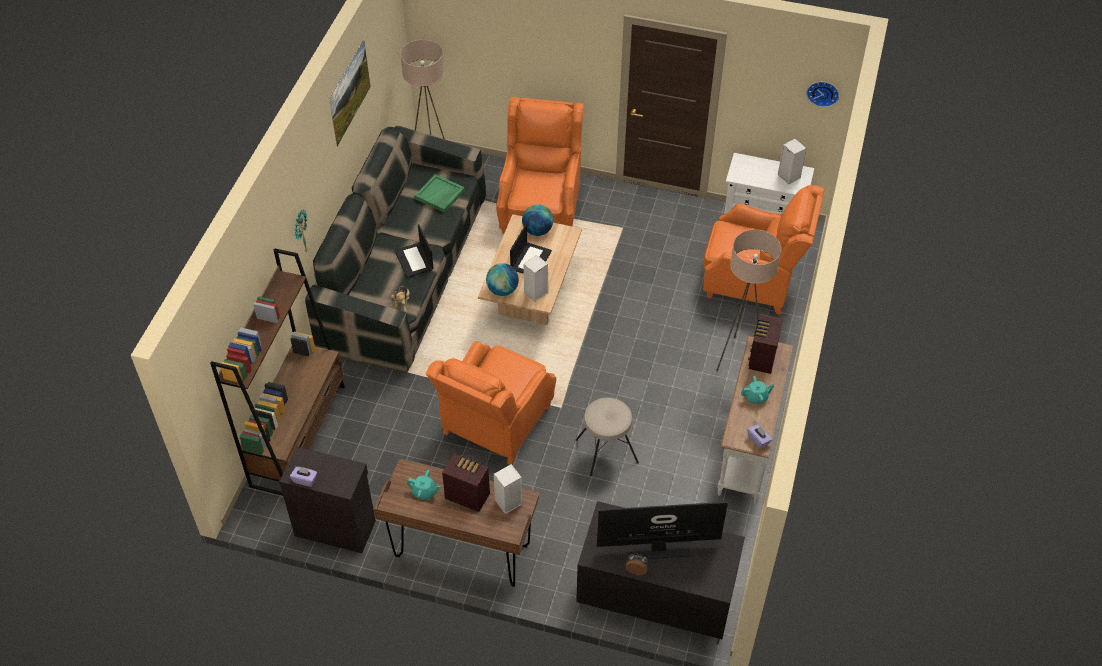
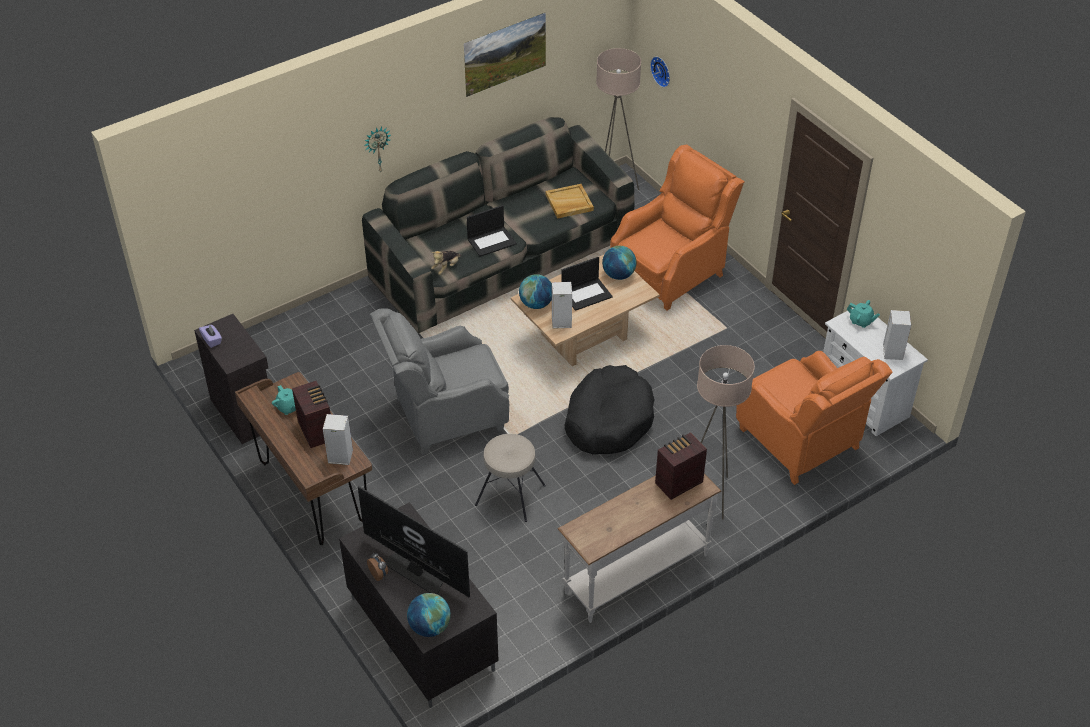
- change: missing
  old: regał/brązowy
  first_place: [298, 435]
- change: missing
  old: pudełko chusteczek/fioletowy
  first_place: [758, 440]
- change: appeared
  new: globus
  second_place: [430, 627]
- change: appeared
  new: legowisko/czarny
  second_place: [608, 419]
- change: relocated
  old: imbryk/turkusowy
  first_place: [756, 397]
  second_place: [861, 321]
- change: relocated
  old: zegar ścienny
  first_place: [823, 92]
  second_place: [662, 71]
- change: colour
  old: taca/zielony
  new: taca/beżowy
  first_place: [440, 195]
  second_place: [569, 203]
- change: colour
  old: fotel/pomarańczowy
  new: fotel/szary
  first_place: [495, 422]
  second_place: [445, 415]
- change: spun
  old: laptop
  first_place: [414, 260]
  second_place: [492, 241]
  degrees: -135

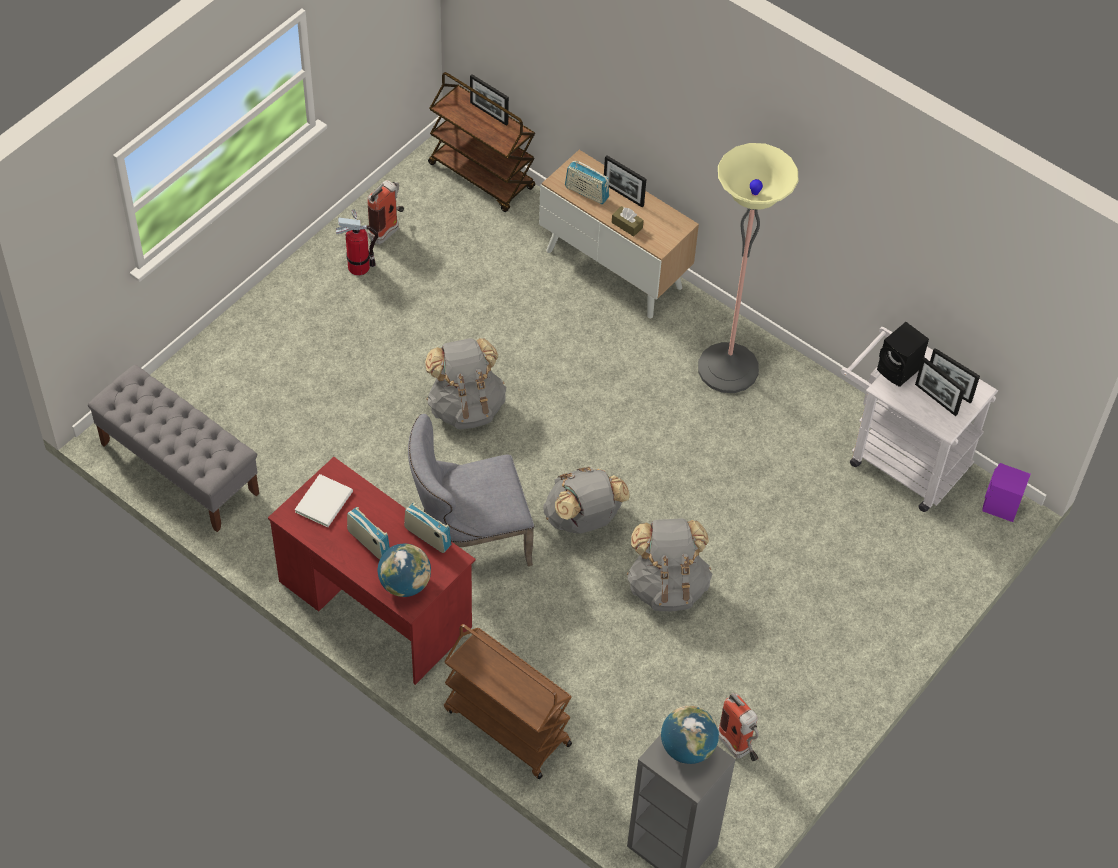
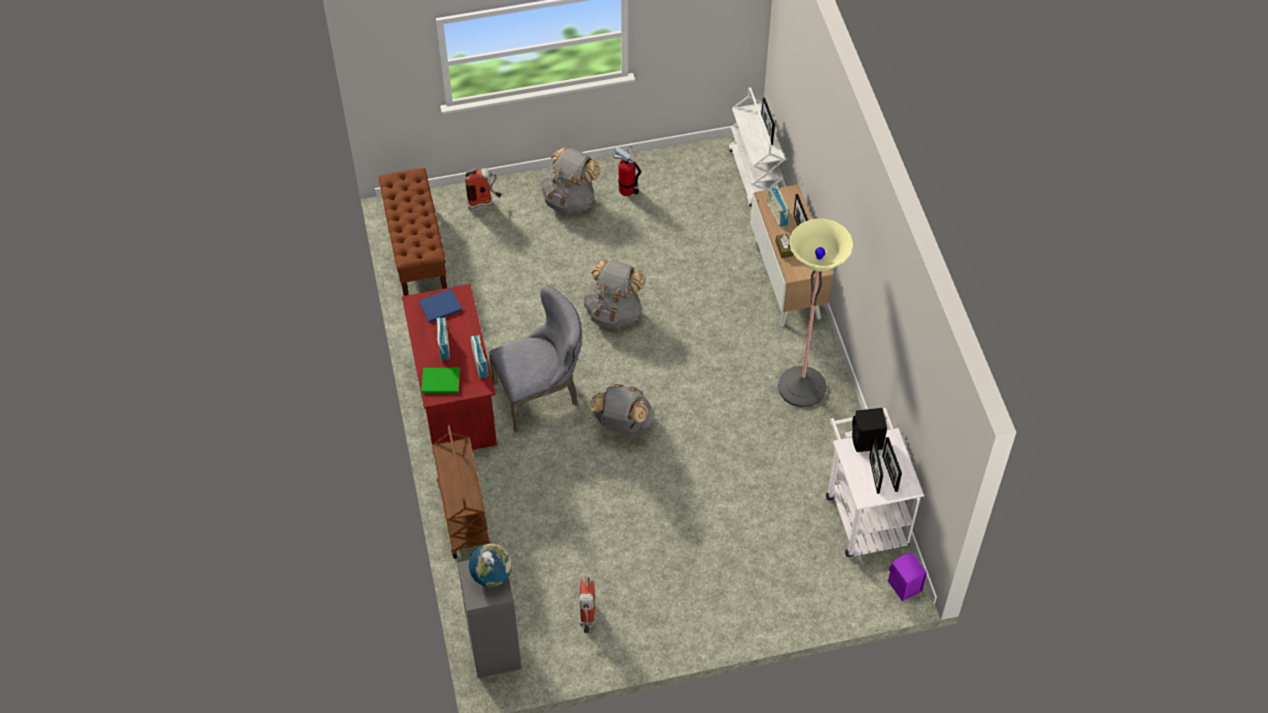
- change: relocated
  old: gaśnica
  first_place: [388, 230]
  second_place: [485, 205]
- change: relocated
  old: plecak/szary
  first_place: [667, 586]
  second_place: [570, 199]
- change: exchanged
  old: globus
  new: książka/zielony
  first_place: [405, 584]
  second_place: [441, 382]
- change: colour
  old: ławka/szary
  new: ławka/brązowy
  first_place: [179, 468]
  second_place: [416, 249]
- change: colour
  old: książka/biały
  new: książka/niebieski
  first_place: [326, 501]
  second_place: [442, 307]
- change: colour
  old: wózek/brązowy
  new: wózek/biały
  first_place: [482, 176]
  second_place: [755, 176]
- change: spun
  old: krzesło/szary
  first_place: [468, 541]
  second_place: [541, 393]
  degrees: 135

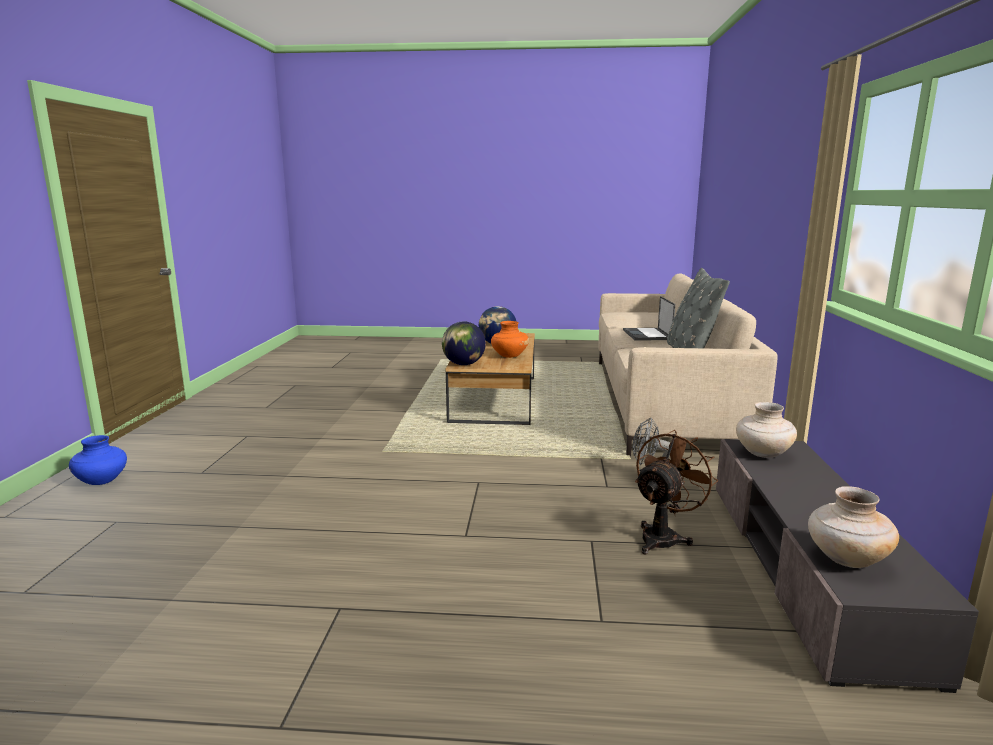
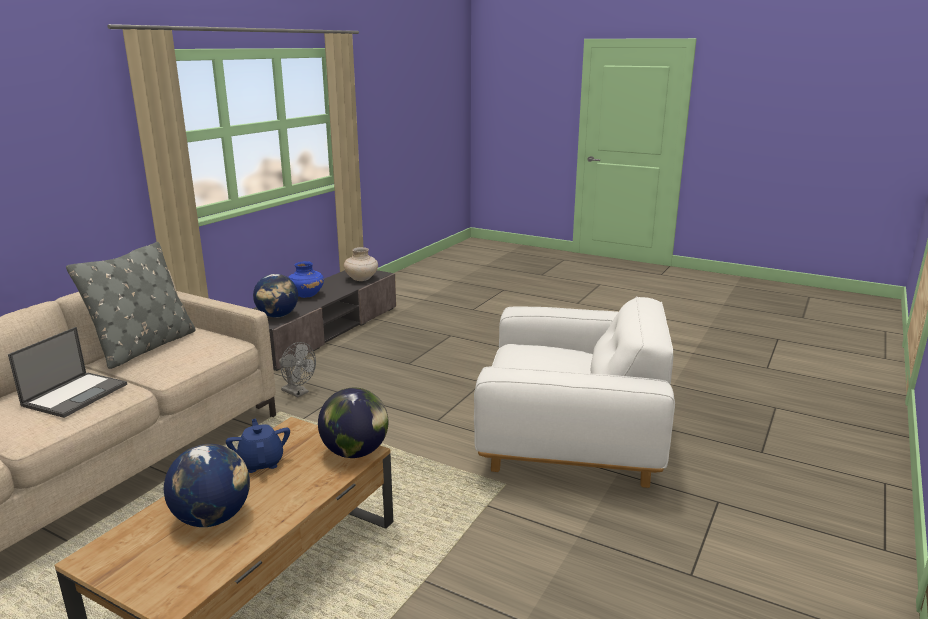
- change: missing
  old: wentylator/brązowy
  first_place: [664, 537]
- change: appeared
  new: fotel/biały
  second_place: [570, 439]
- change: relocated
  old: wazon/niebieski
  first_place: [102, 481]
  second_place: [306, 295]
- change: exchanged
  old: wazon/pomarańczowy
  new: imbryk/niebieski
  first_place: [509, 356]
  second_place: [261, 462]
- change: exchanged
  old: wazon/beżowy
  new: globus
  first_place: [763, 454]
  second_place: [278, 316]

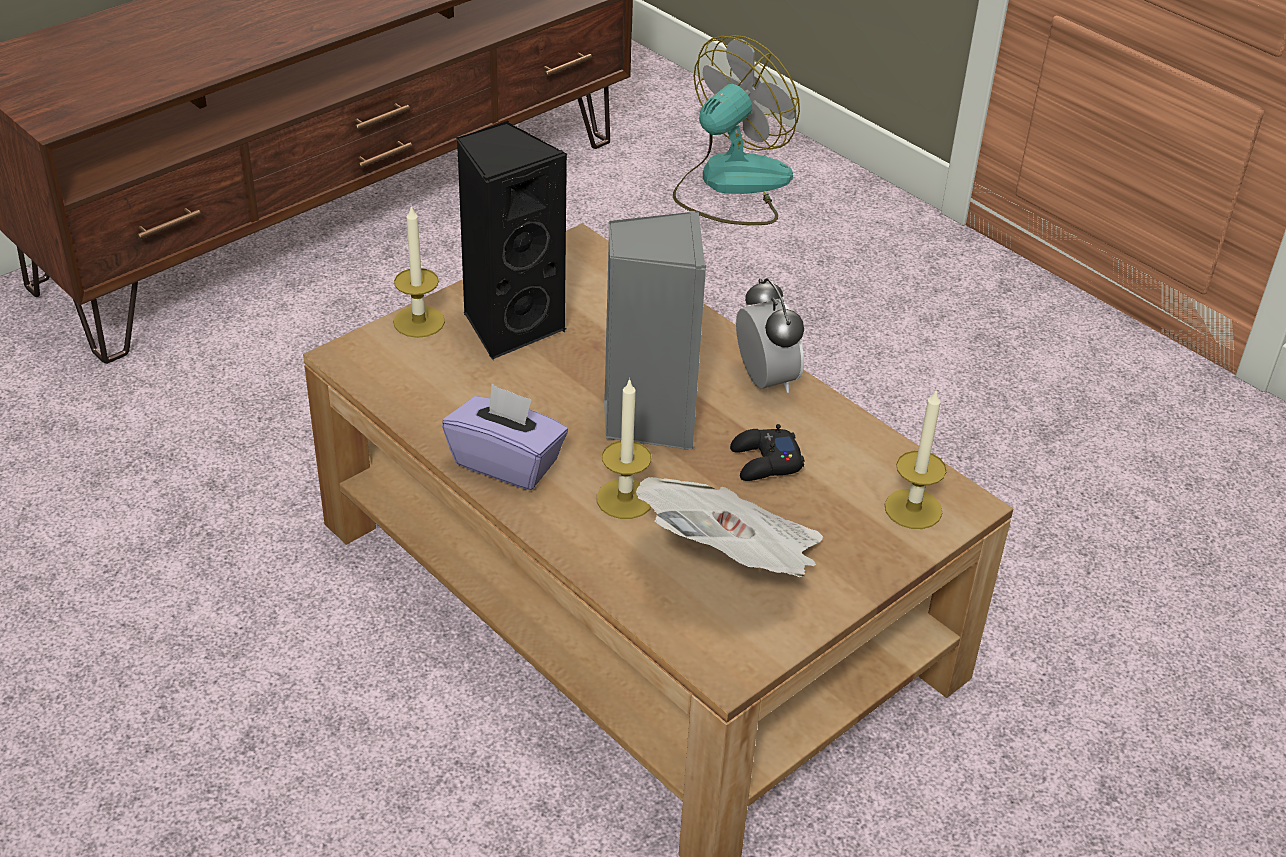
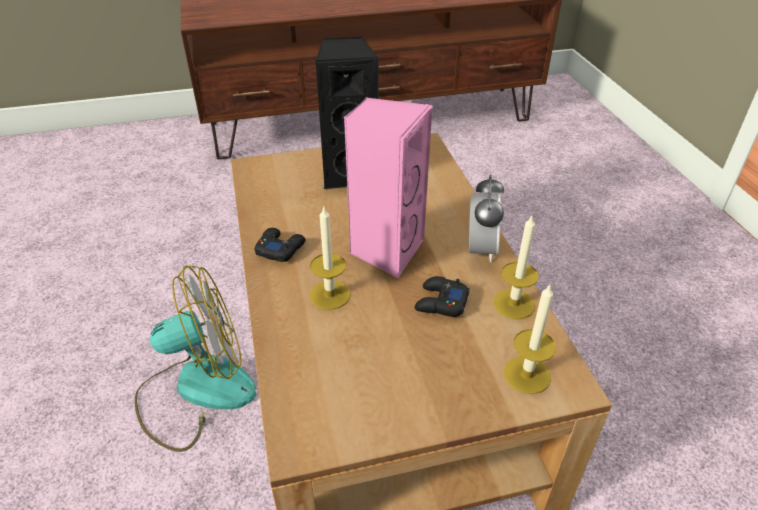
- change: missing
  old: gazeta
  first_place: [733, 561]
- change: relocated
  old: świeca
  first_place: [419, 321]
  second_place: [513, 304]
- change: relocated
  old: wentylator
  first_place: [731, 185]
  second_place: [196, 390]
- change: exchanged
  old: pudełko chusteczek/fioletowy
  new: pad do gier/czarny
  first_place: [507, 462]
  second_place: [280, 249]
- change: colour
  old: głośnik/szary
  new: głośnik/różowy
  first_place: [648, 419]
  second_place: [386, 250]

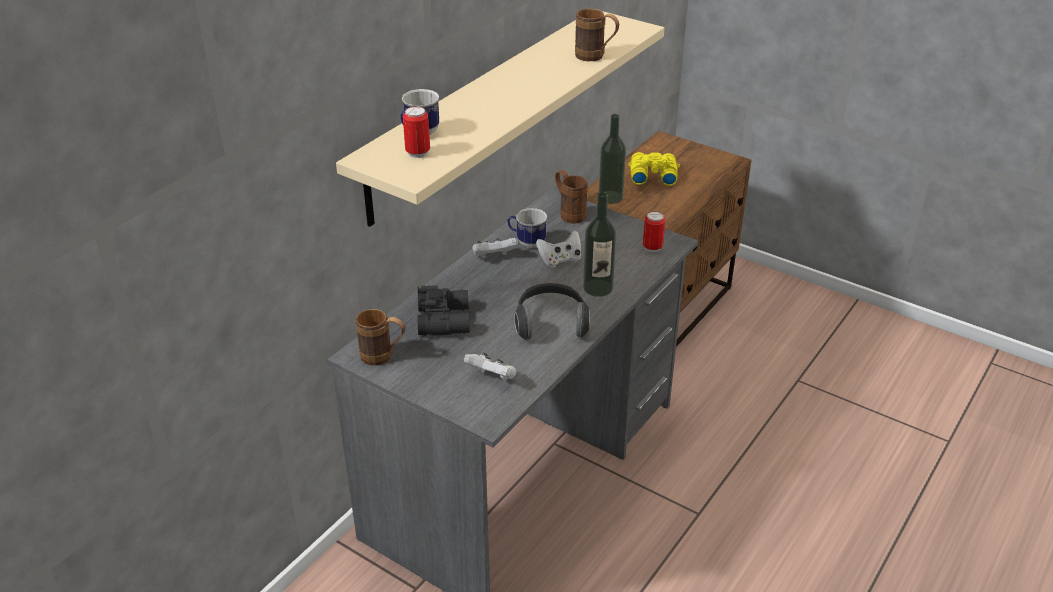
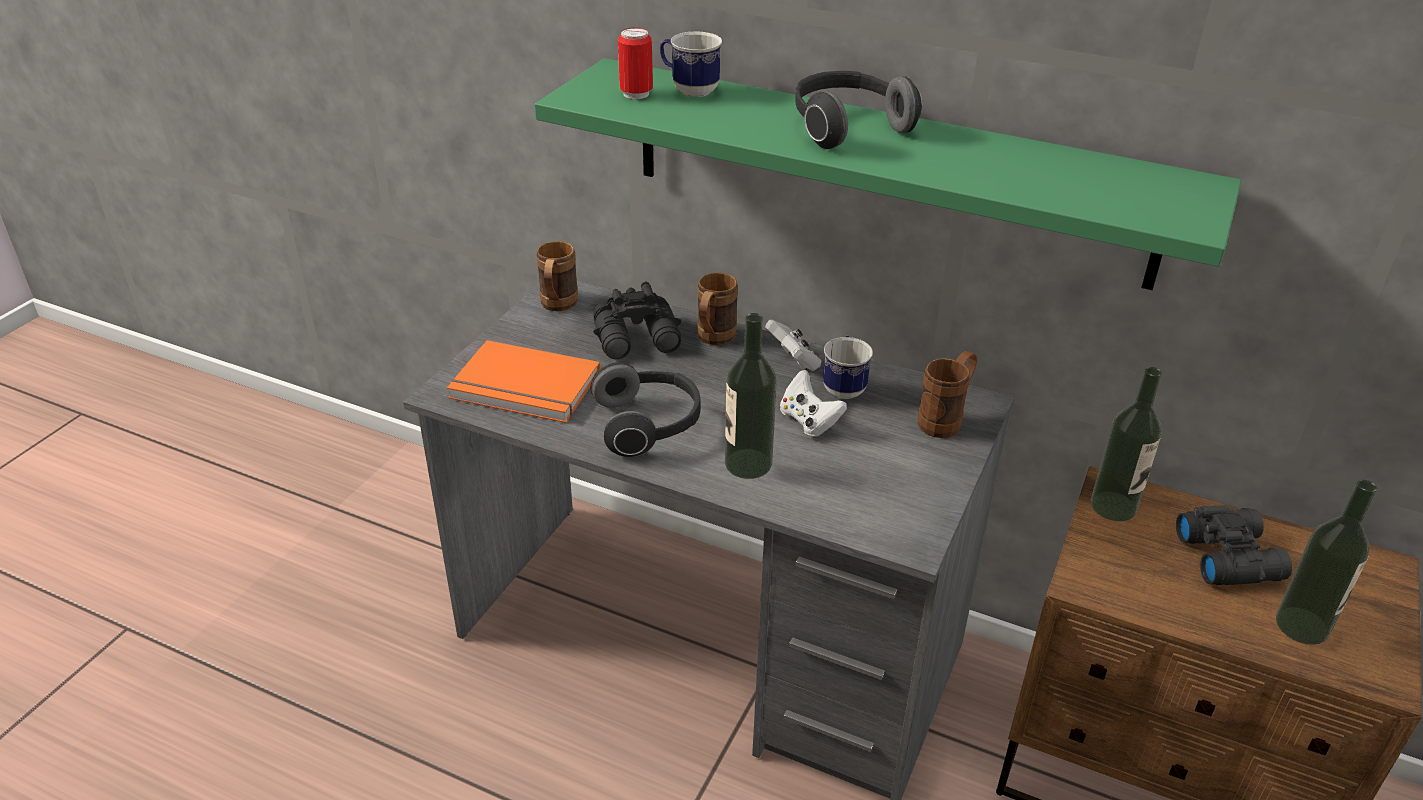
- change: missing
  old: puszka
  first_place: [652, 248]
- change: appeared
  new: słuchawki
  second_place: [847, 127]
- change: appeared
  new: butelka
  second_place: [1302, 625]
- change: relocated
  old: kubek/brązowy
  first_place: [595, 57]
  second_place: [712, 340]
- change: exchanged
  old: pad do gier/biały
  new: książka/pomarańczowy
  first_place: [492, 377]
  second_place: [524, 388]
- change: colour
  old: półka/beżowy
  new: półka/zielony
  first_place: [482, 112]
  second_place: [885, 171]
- change: colour
  old: lornetka/żółty
  new: lornetka/czarny
  first_place: [652, 175]
  second_place: [1229, 556]

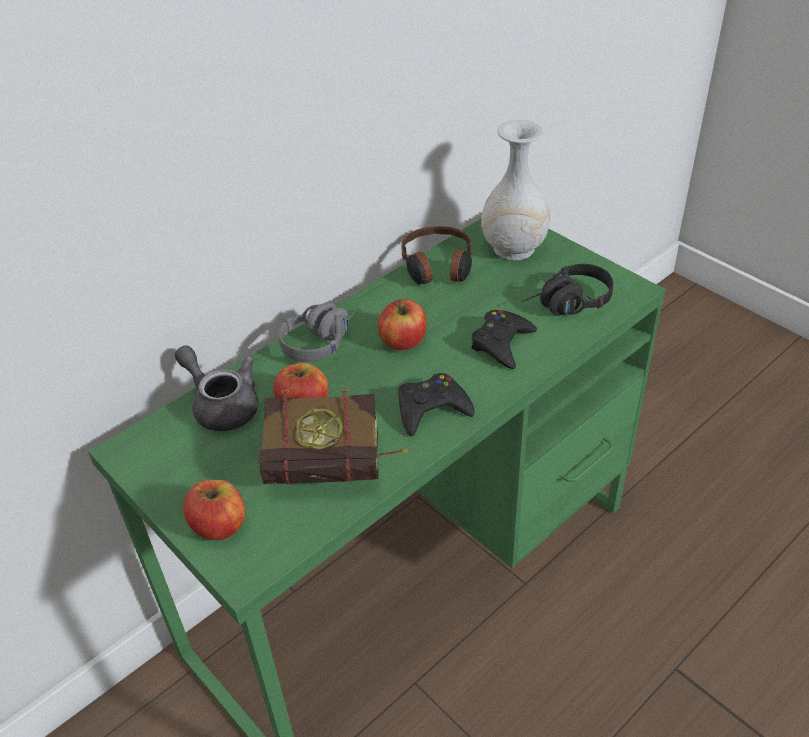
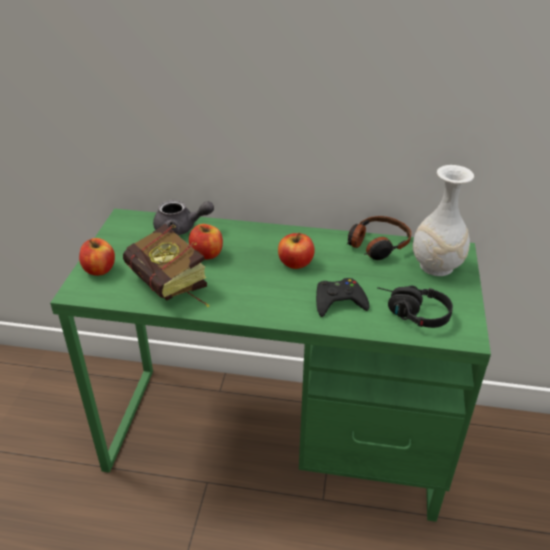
- change: missing
  old: słuchawki/szary
  first_place: [323, 338]
- change: missing
  old: pad do gier/czarny
  first_place: [431, 409]
- change: spun
  old: imbryk/szary
  first_place: [222, 405]
  second_place: [181, 228]
  degrees: 90

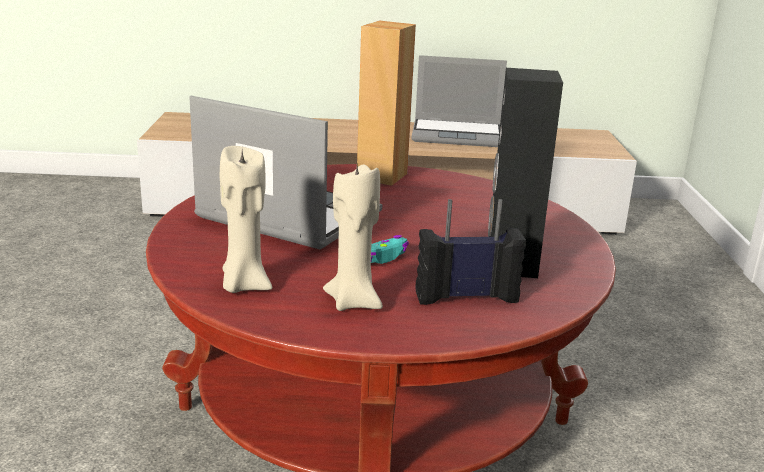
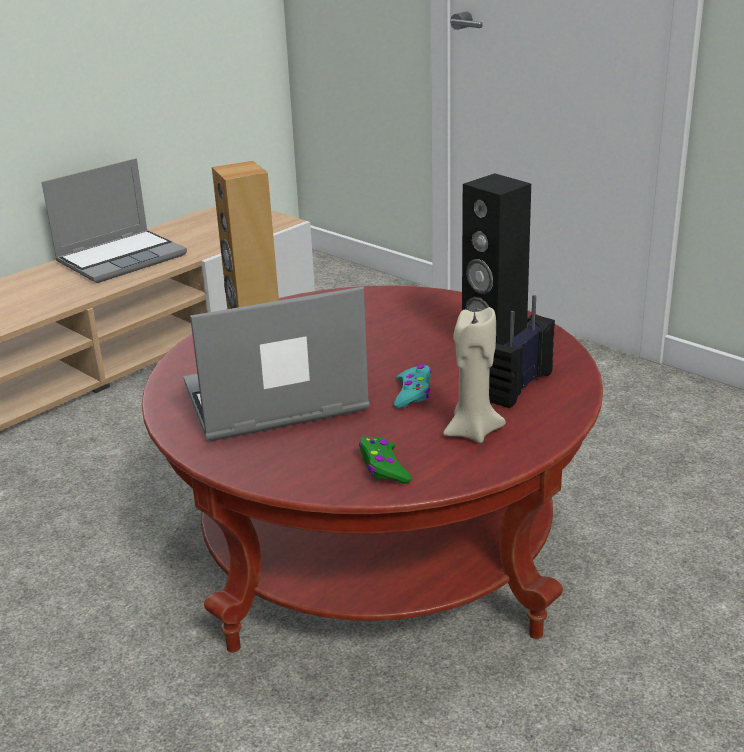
- change: exchanged
  old: świeca/beżowy
  new: pad do gier/zielony
  first_place: [244, 285]
  second_place: [383, 467]

